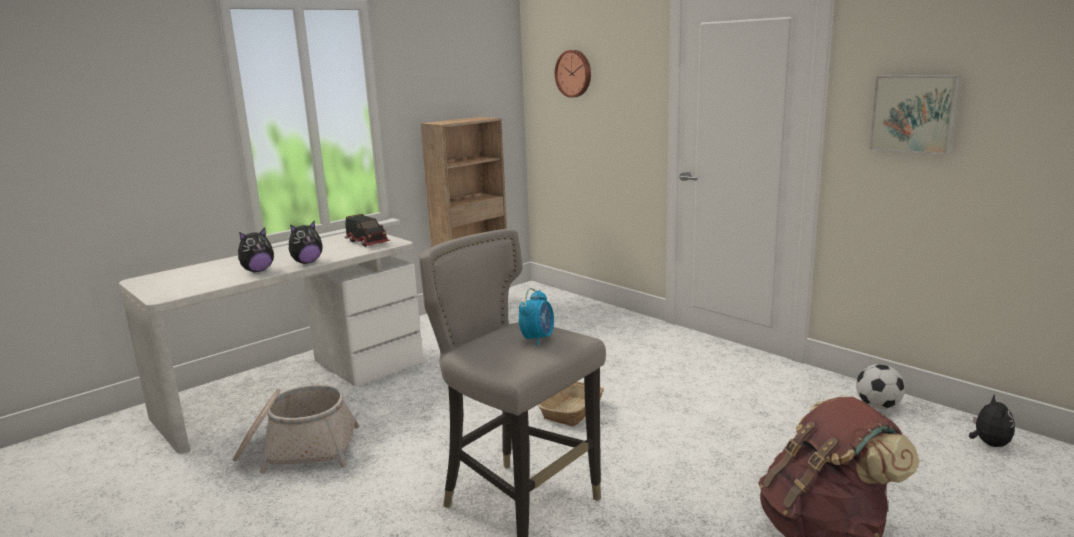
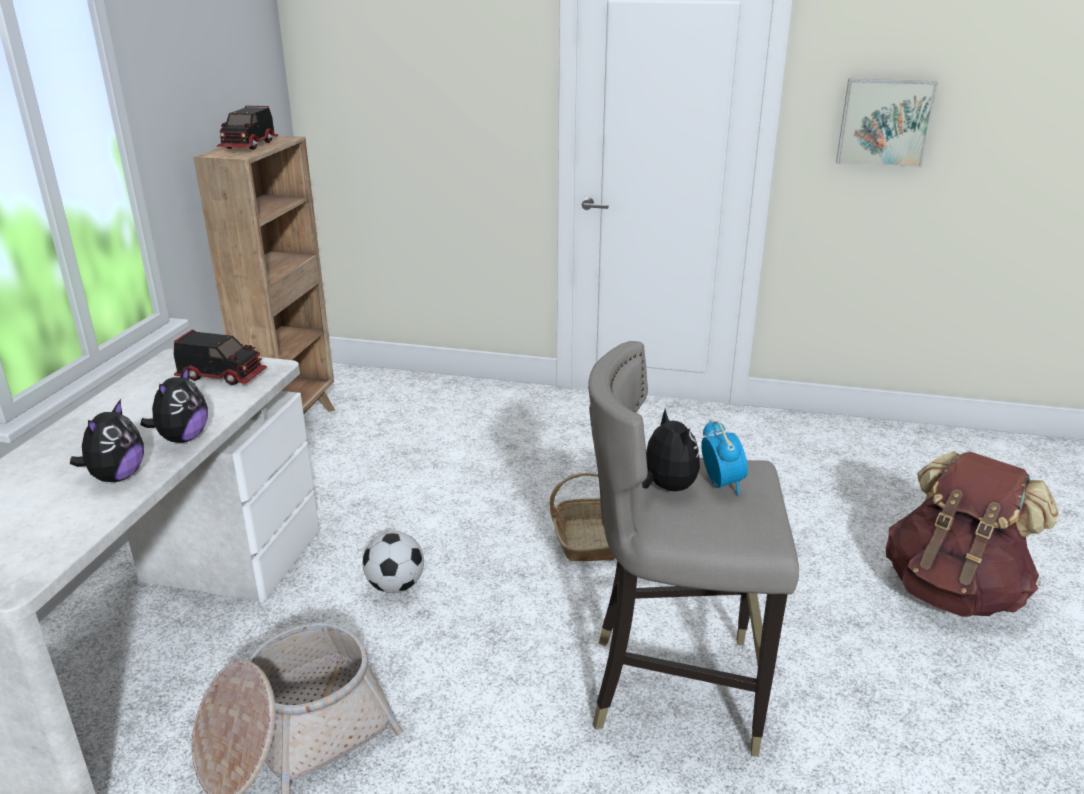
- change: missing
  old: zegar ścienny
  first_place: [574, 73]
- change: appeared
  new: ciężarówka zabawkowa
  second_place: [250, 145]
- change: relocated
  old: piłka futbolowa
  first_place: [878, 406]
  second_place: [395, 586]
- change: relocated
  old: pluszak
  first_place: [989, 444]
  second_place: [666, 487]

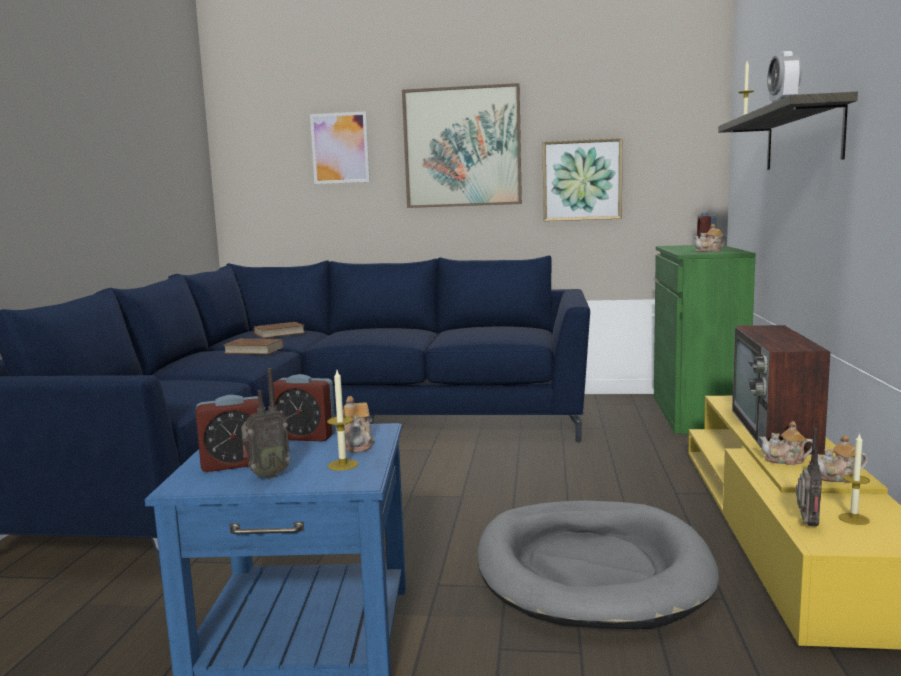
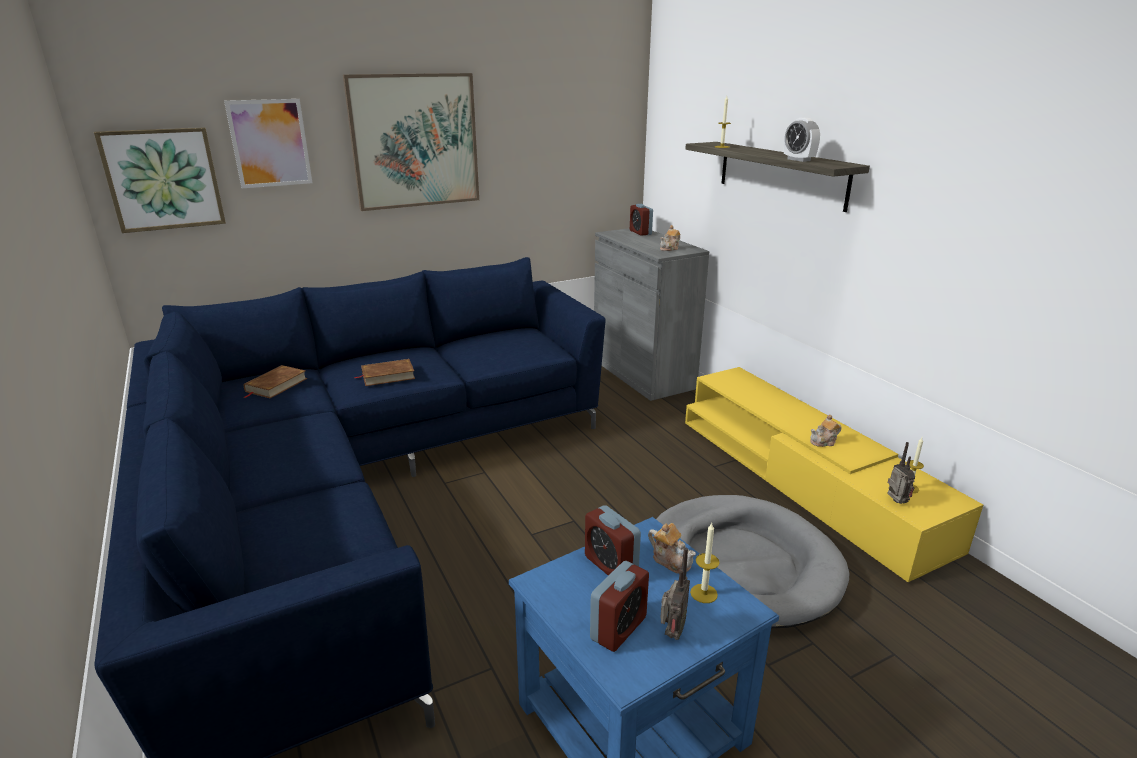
- change: missing
  old: telewizor
  first_place: [775, 431]
- change: missing
  old: imbryk
  first_place: [839, 478]
- change: relocated
  old: książka/brązowy
  first_place: [253, 350]
  second_place: [388, 376]
- change: relocated
  old: obraz
  first_place: [582, 180]
  second_place: [163, 179]
- change: colour
  old: szafka/zielony
  new: szafka/szary
  first_place: [696, 413]
  second_place: [642, 373]
- change: spun
  old: budzik
  first_place: [304, 437]
  second_place: [611, 565]
  degrees: 75

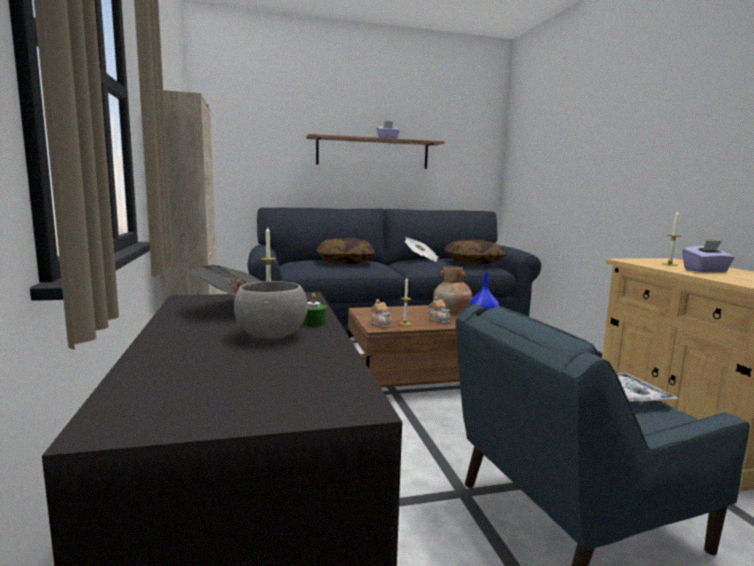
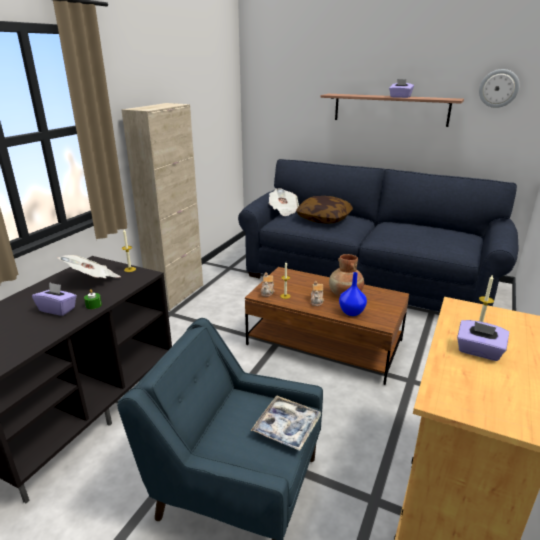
- change: missing
  old: poduszka
  first_place: [473, 262]
- change: appeared
  new: zegar ścienny
  second_place: [498, 88]
- change: relocated
  old: gazeta
  first_place: [421, 259]
  second_place: [283, 211]
- change: exchanged
  old: miska/szary
  new: pudełko chusteczek/fioletowy
  first_place: [270, 336]
  second_place: [58, 309]

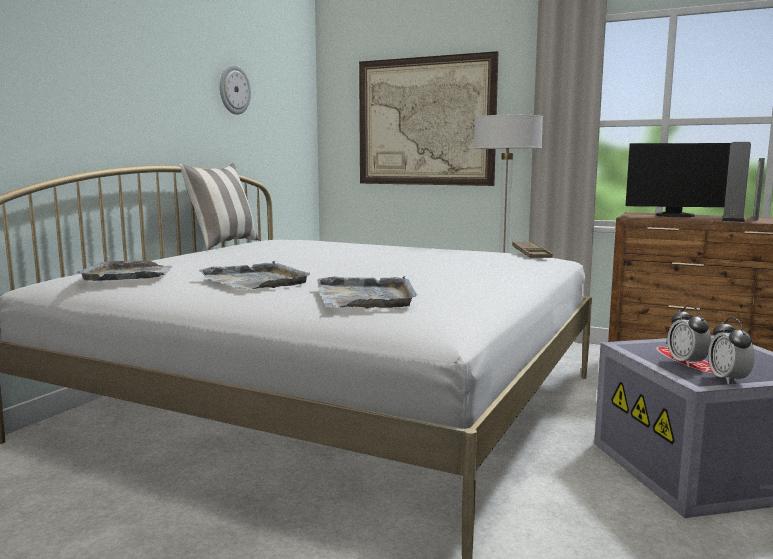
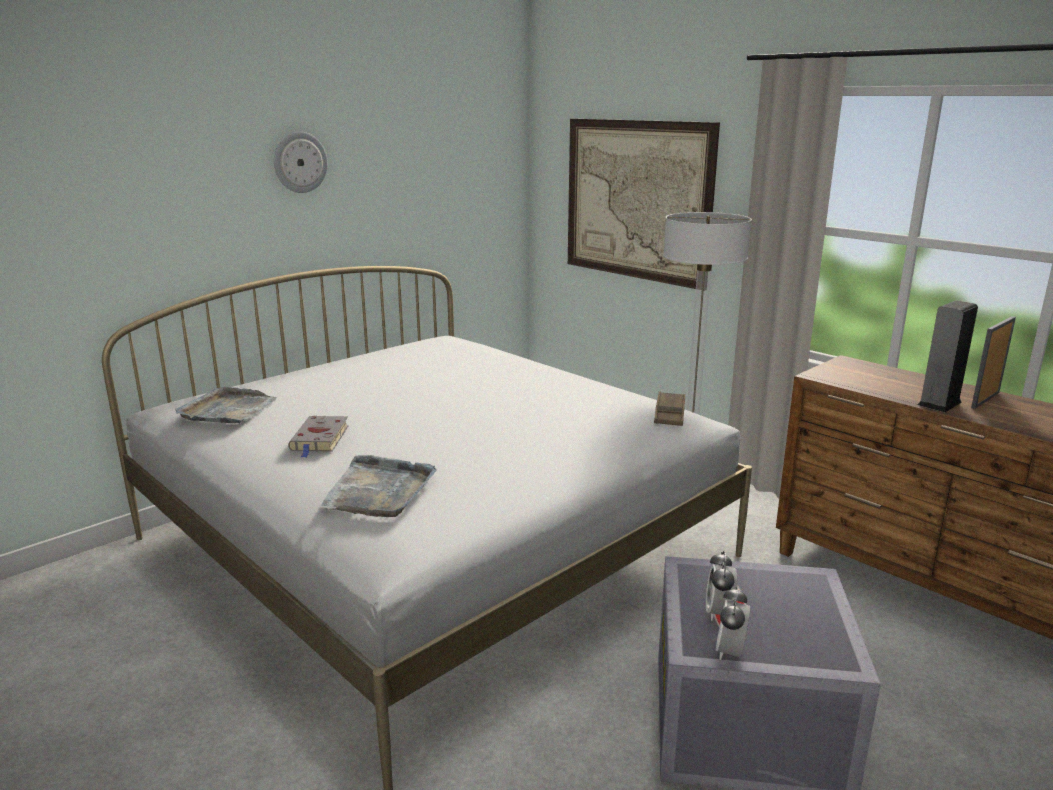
- change: missing
  old: poduszka
  first_place: [223, 244]
- change: missing
  old: monitor
  first_place: [675, 216]
- change: relocated
  old: zegar ścienny
  first_place: [234, 90]
  second_place: [300, 162]
- change: exchanged
  old: taca/szary
  new: książka/szary
  first_place: [256, 281]
  second_place: [320, 439]

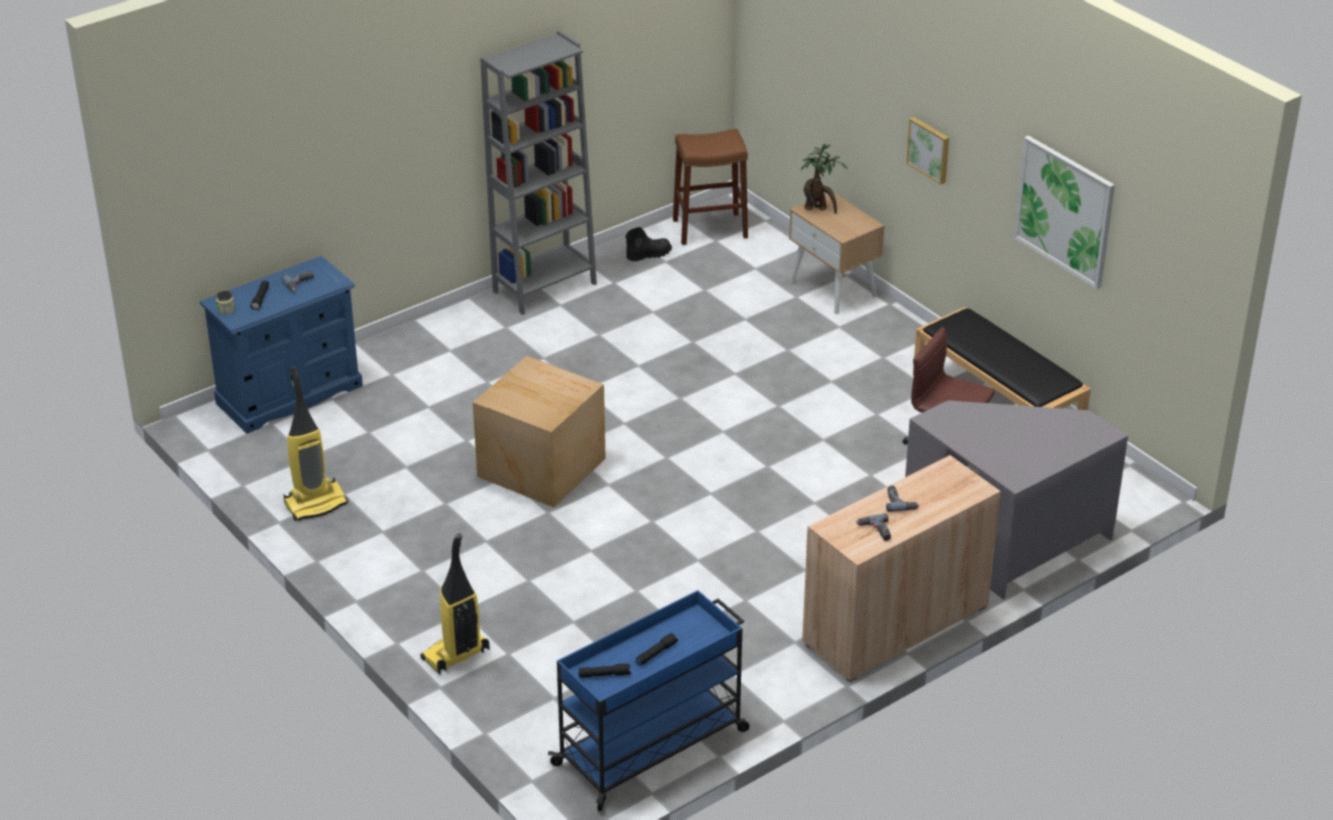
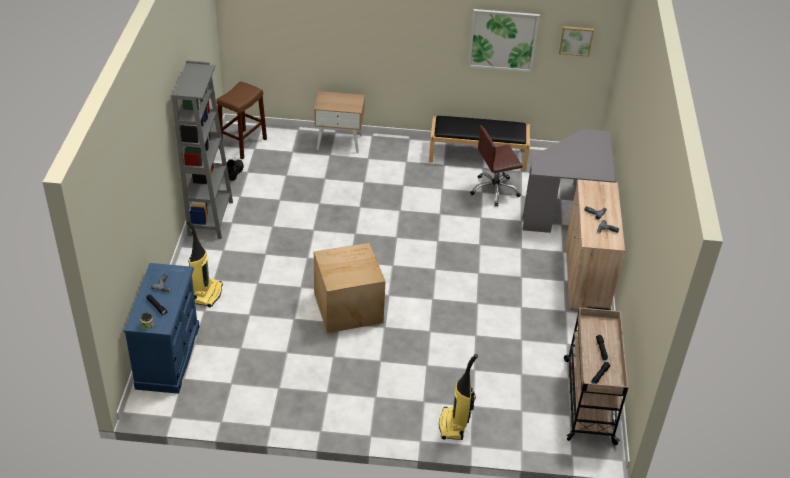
- change: missing
  old: roślina doniczkowa
  first_place: [818, 209]
- change: relocated
  old: odkurzacz
  first_place: [316, 503]
  second_place: [207, 293]
- change: relocated
  old: obraz
  first_place: [929, 149]
  second_place: [576, 40]
- change: colour
  old: wózek/niebieski
  new: wózek/beżowy
  first_place: [653, 746]
  second_place: [589, 399]

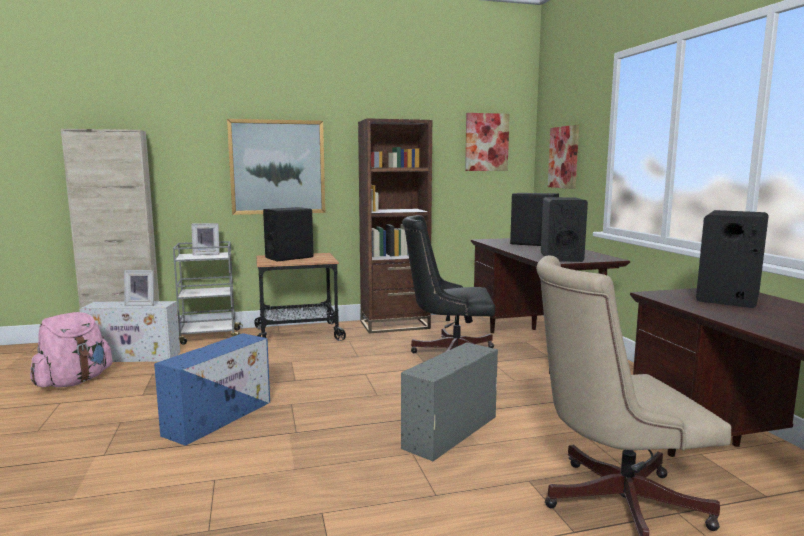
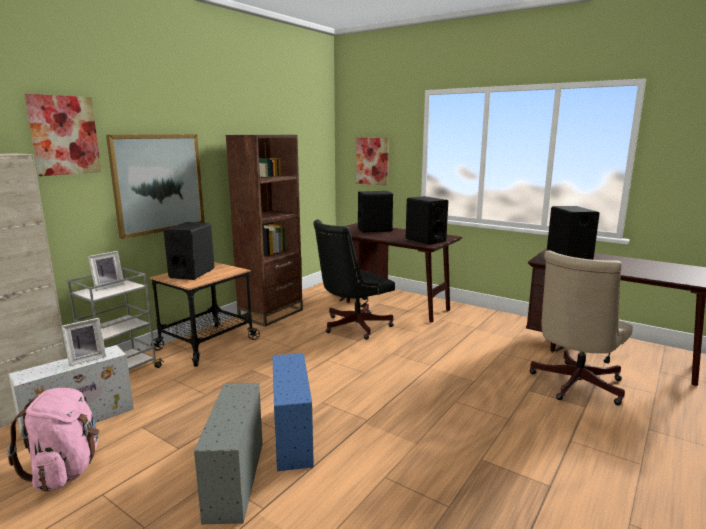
- change: relocated
  old: pojemnik do przechowywania/szary
  first_place: [450, 433]
  second_place: [235, 480]
- change: relocated
  old: obraz
  first_place: [486, 142]
  second_place: [64, 135]

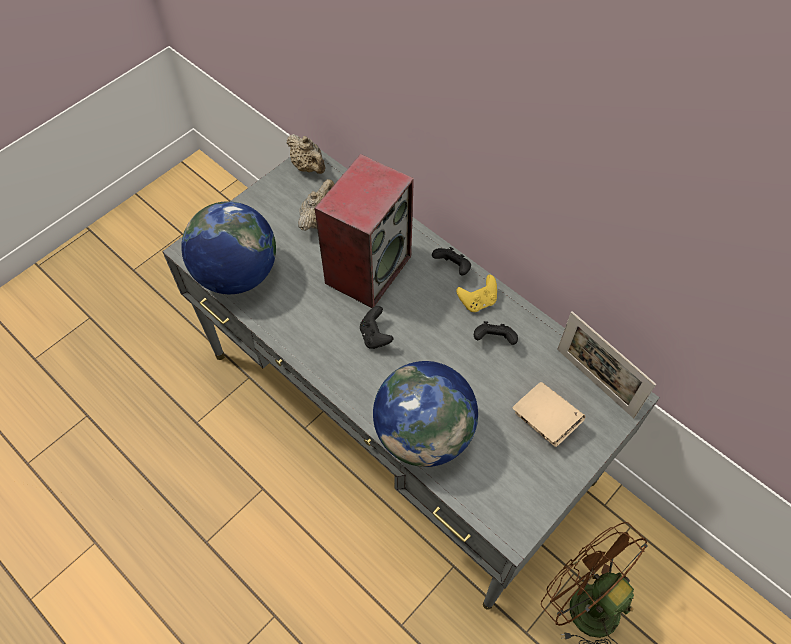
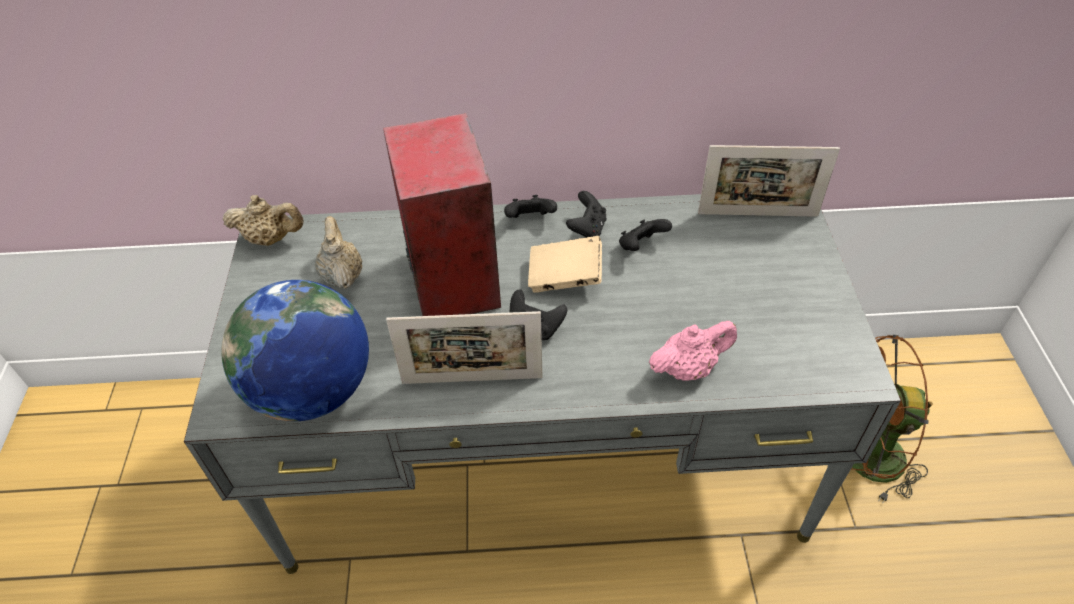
- change: appeared
  new: ramka na zdjęcie
  second_place: [472, 380]
- change: relocated
  old: książka/beżowy
  first_place: [545, 420]
  second_place: [565, 278]
- change: exchanged
  old: globus
  new: imbryk/różowy
  first_place: [424, 434]
  second_place: [688, 368]
- change: colour
  old: pad do gier/żółty
  new: pad do gier/czarny
  first_place: [477, 301]
  second_place: [587, 229]

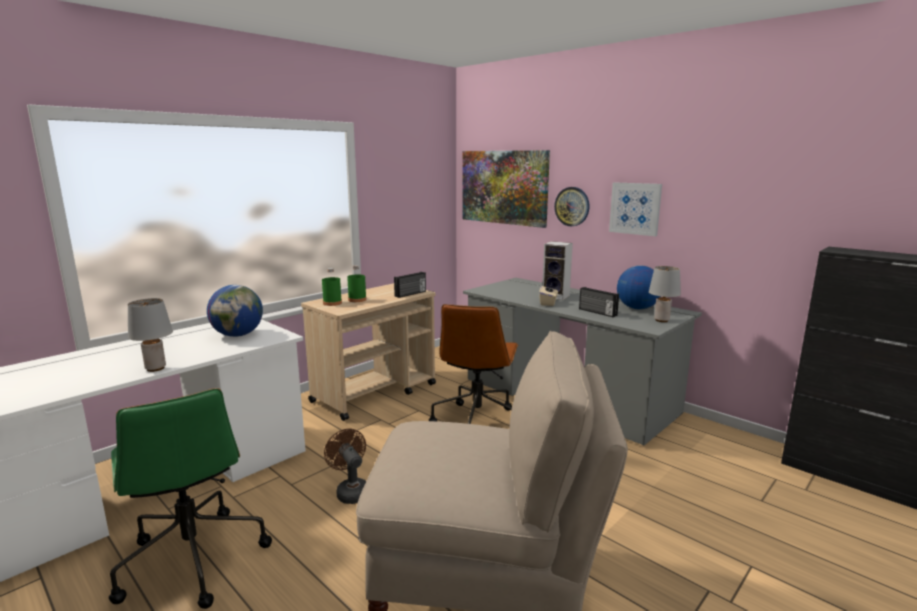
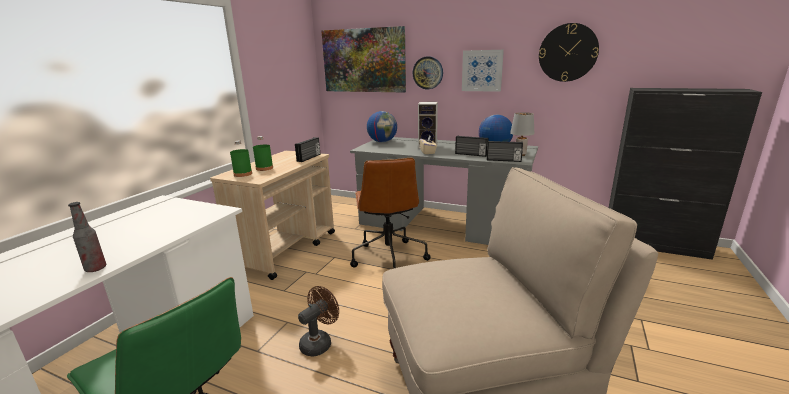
- change: appeared
  new: radio
  second_place: [503, 160]
- change: appeared
  new: zegar ścienny
  second_place: [568, 53]
- change: relocated
  old: globus
  first_place: [238, 335]
  second_place: [382, 142]
- change: exchanged
  old: lampa stołowa/szary
  new: butelka
  first_place: [156, 368]
  second_place: [96, 268]
- change: spun
  old: wentylator/brązowy
  first_place: [351, 491]
  second_place: [319, 342]
  degrees: 90

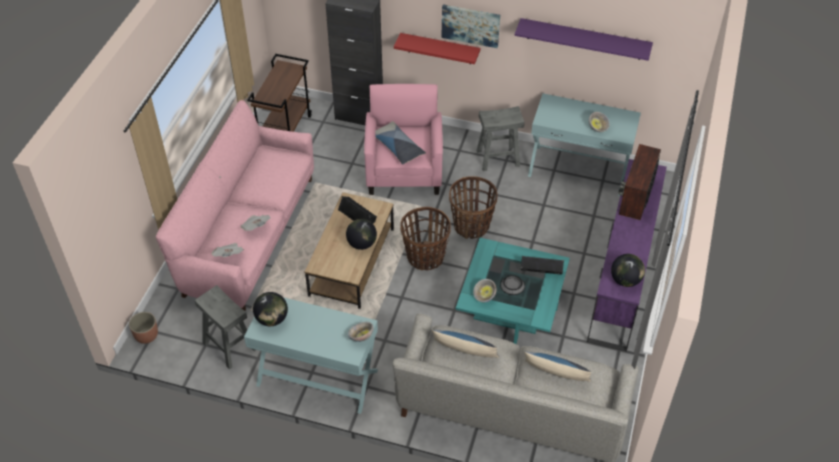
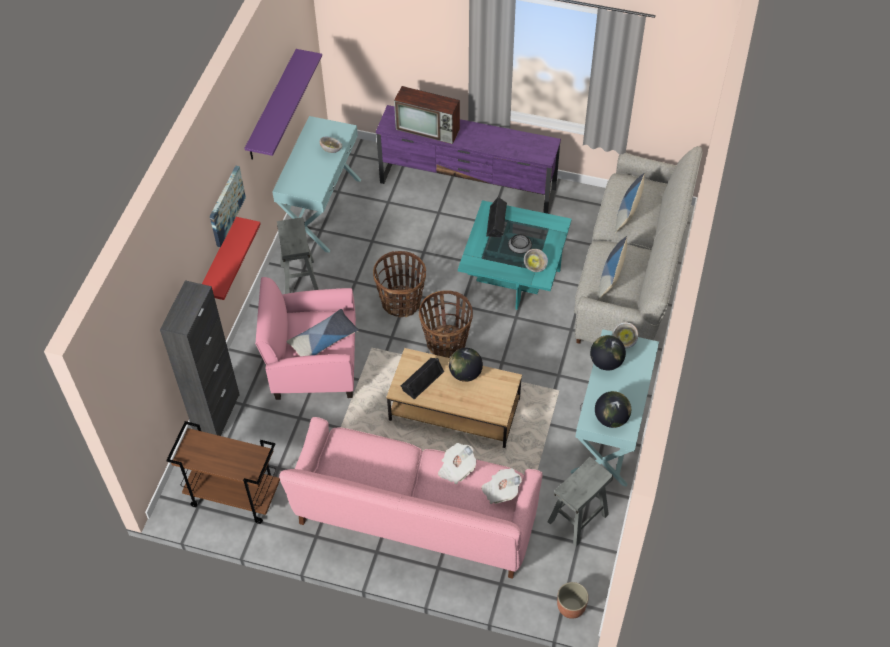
- change: relocated
  old: globus
  first_place: [625, 280]
  second_place: [606, 362]

